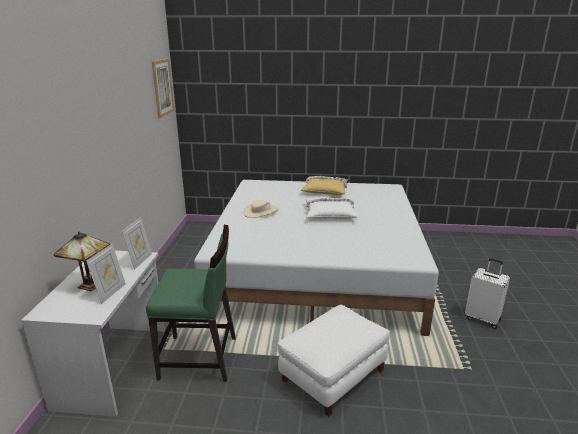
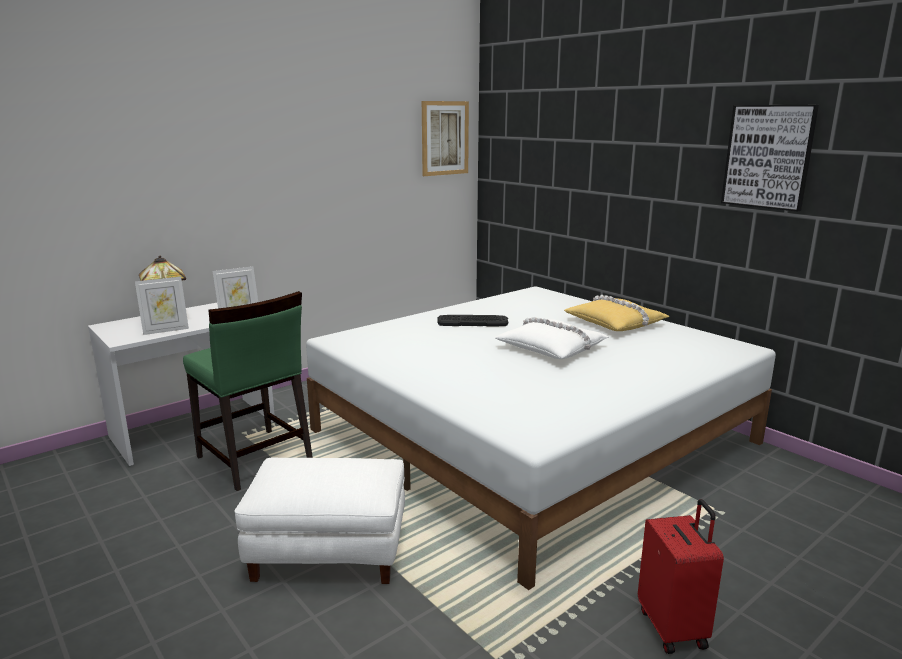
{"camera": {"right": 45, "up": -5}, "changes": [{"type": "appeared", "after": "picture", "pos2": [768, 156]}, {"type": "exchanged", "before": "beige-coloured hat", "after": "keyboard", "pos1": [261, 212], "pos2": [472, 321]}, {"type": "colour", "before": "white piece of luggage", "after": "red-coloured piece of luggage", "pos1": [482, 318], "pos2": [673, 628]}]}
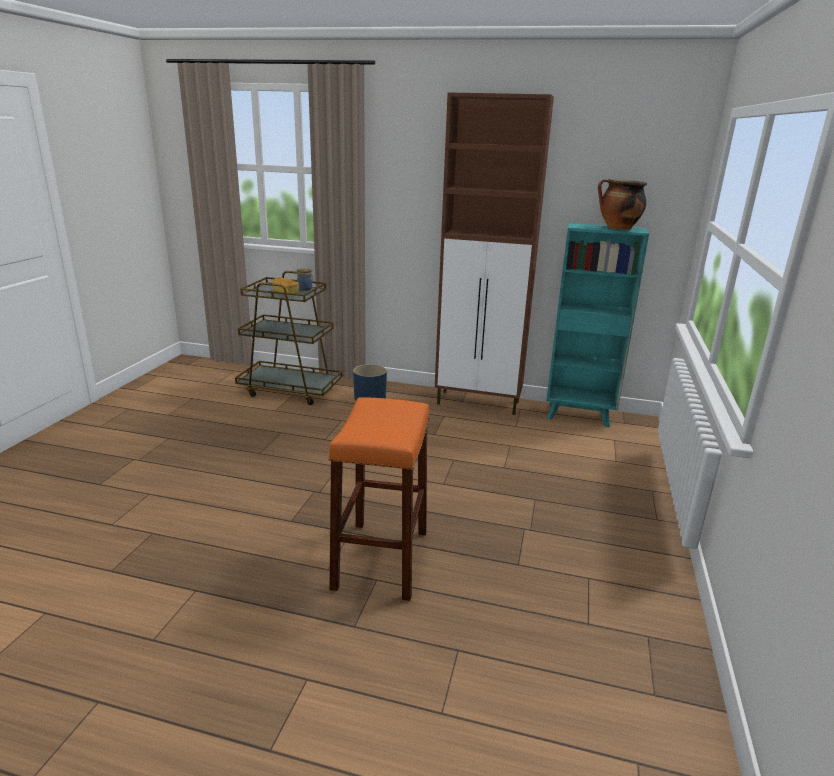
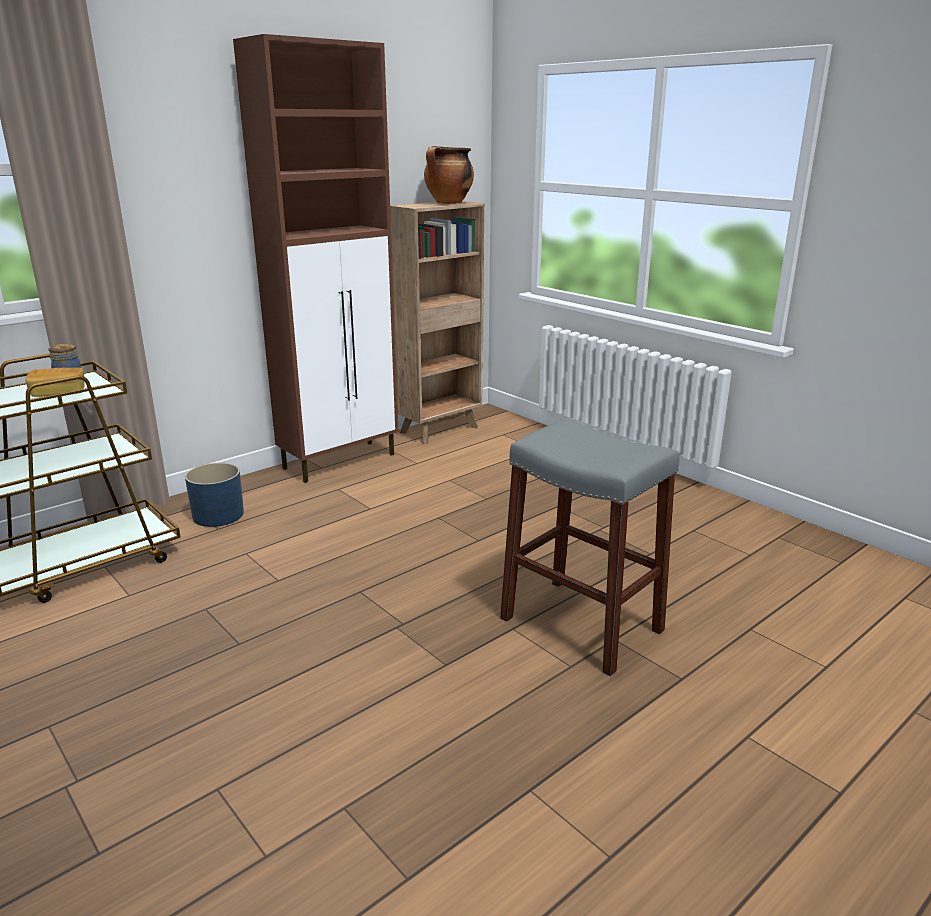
{"camera": {"right": -55, "up": 0}, "changes": [{"type": "colour", "before": "orange sitting stool", "after": "gray sitting stool", "pos1": [381, 559], "pos2": [581, 624]}, {"type": "colour", "before": "turquoise shelving unit", "after": "brownish shelving unit", "pos1": [579, 416], "pos2": [440, 429]}]}
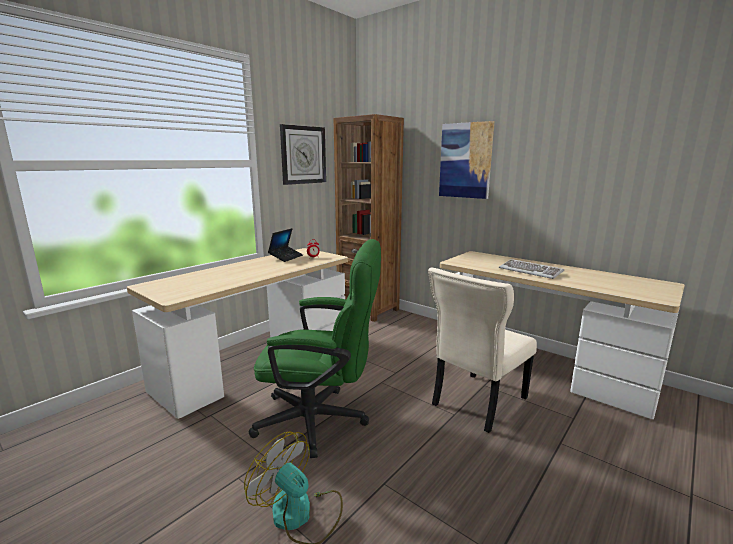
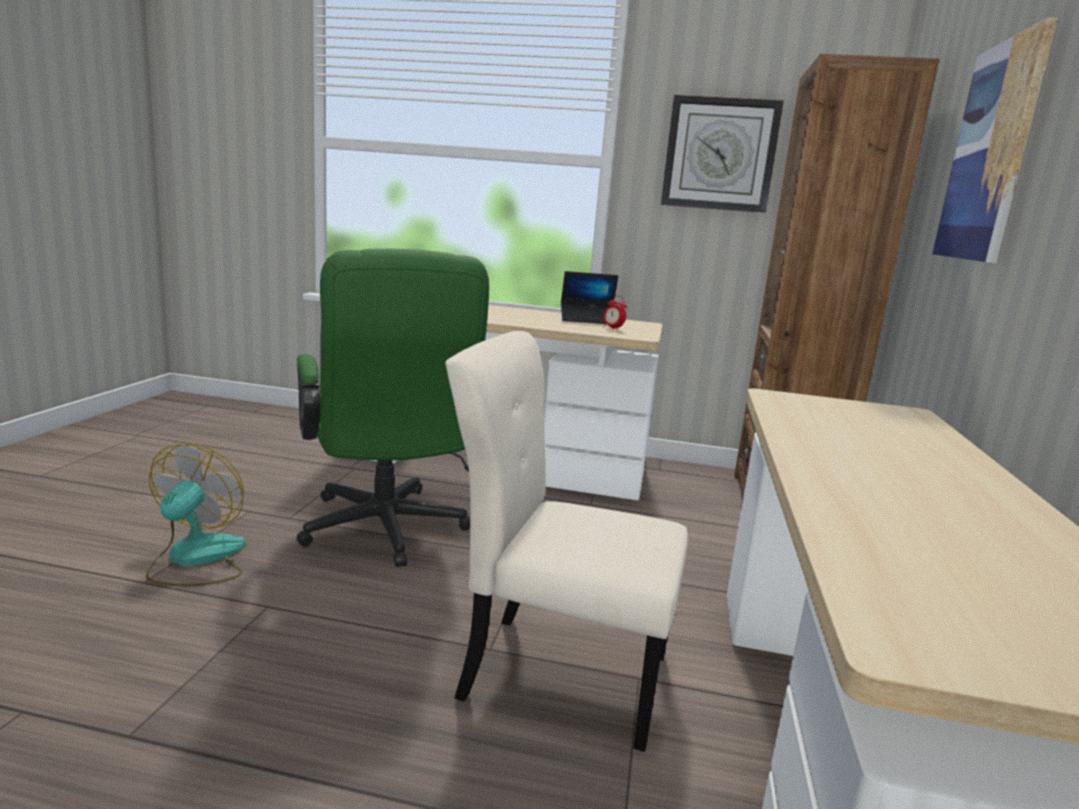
{"camera": {"right": 60, "up": 0}, "changes": [{"type": "missing", "before": "keyboard", "pos1": [530, 271]}]}
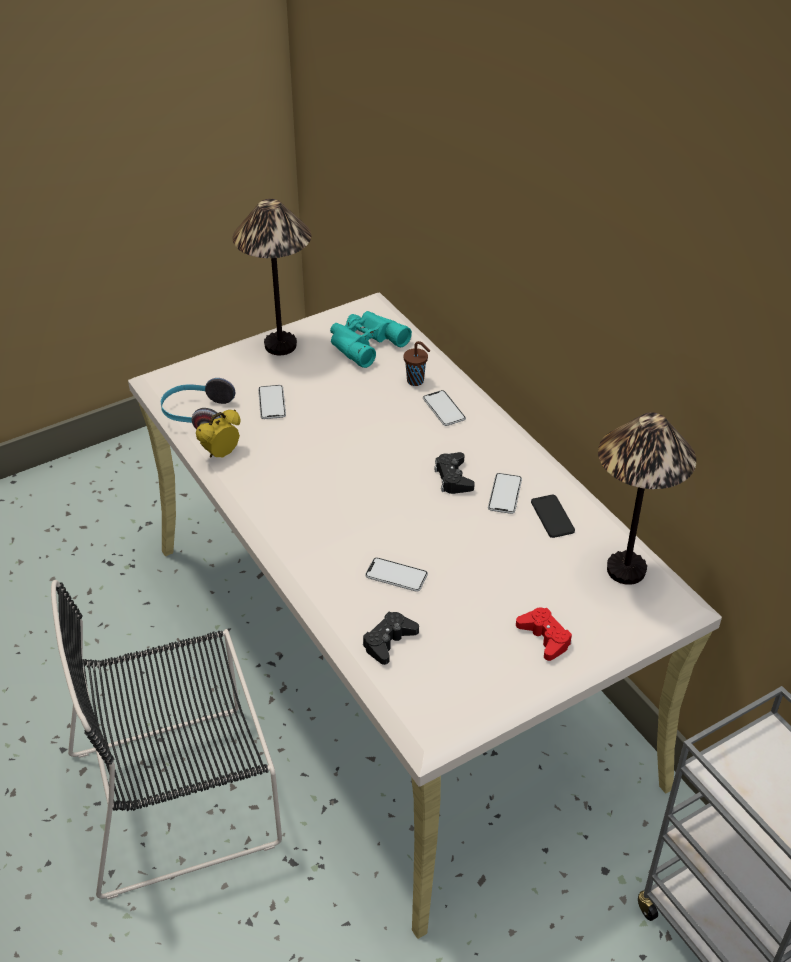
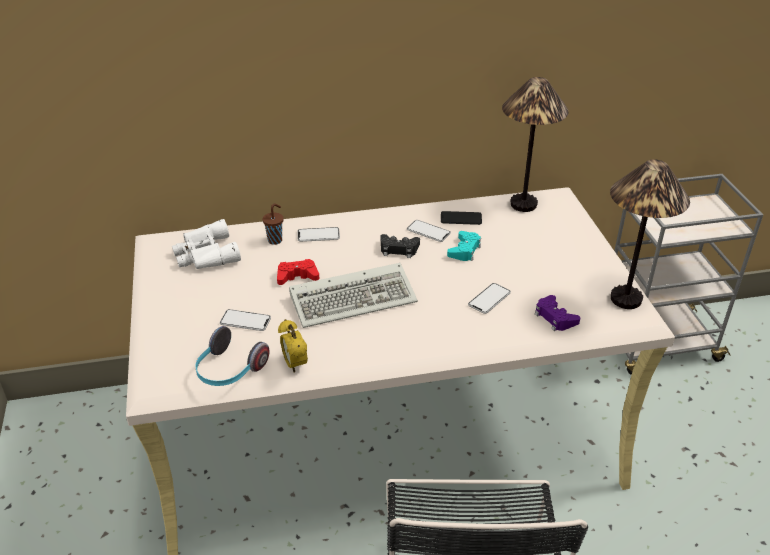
{"camera": {"right": -70, "up": -5}, "changes": [{"type": "appeared", "after": "keyboard", "pos2": [355, 298]}, {"type": "appeared", "after": "turquoise joypad", "pos2": [464, 250]}, {"type": "relocated", "before": "table lamp", "pos1": [280, 345], "pos2": [625, 299]}, {"type": "relocated", "before": "red-coloured joypad", "pos1": [544, 637], "pos2": [297, 276]}, {"type": "colour", "before": "turquoise binoculars", "after": "white binoculars", "pos1": [364, 343], "pos2": [205, 254]}, {"type": "colour", "before": "black-coloured joypad", "after": "purplish joypad", "pos1": [389, 641], "pos2": [555, 317]}]}
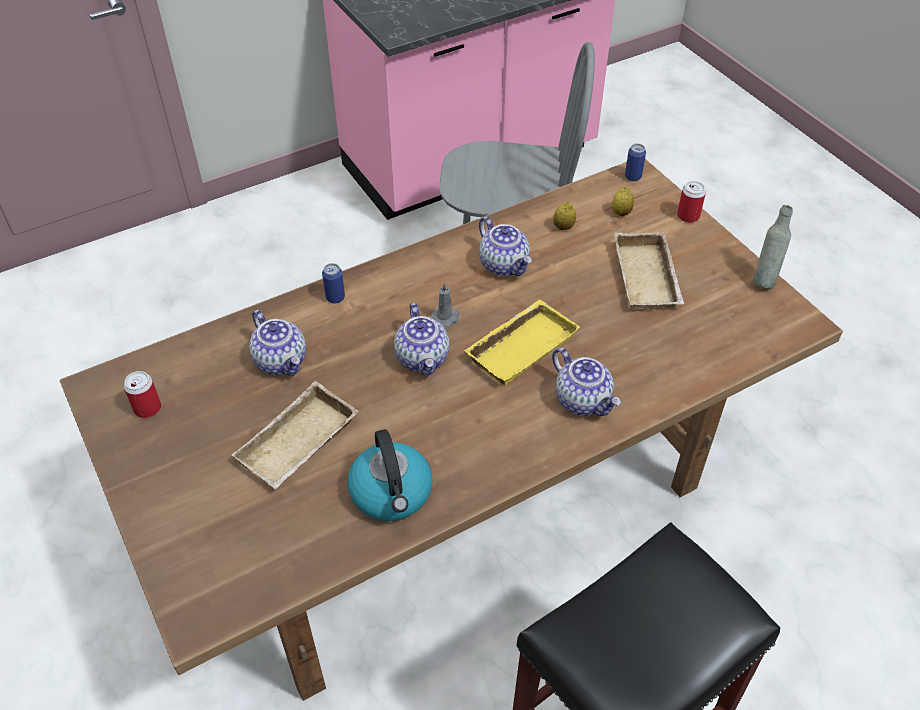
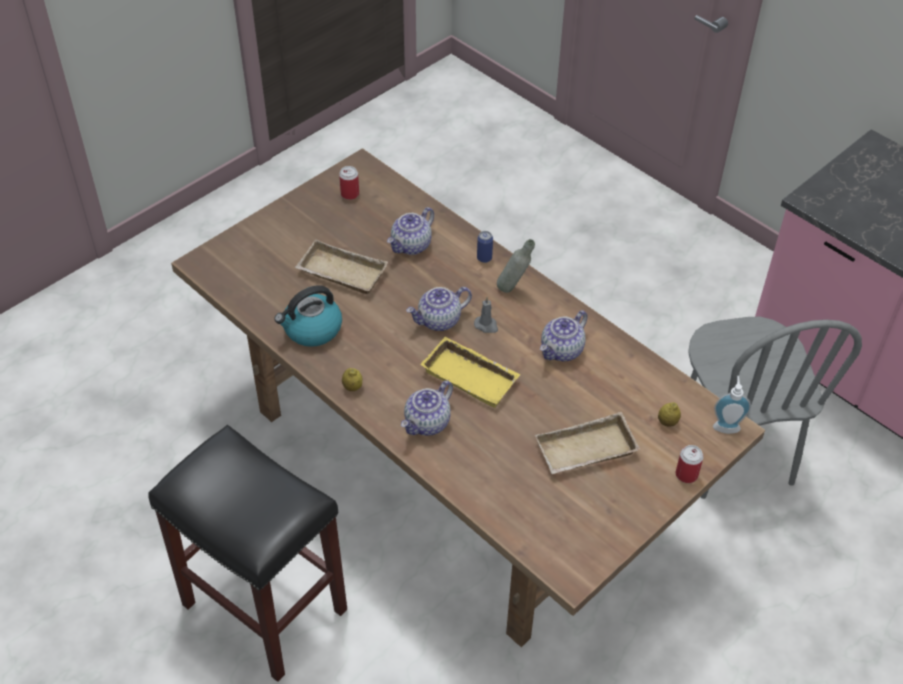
{"camera": {"right": 75, "up": 0}, "changes": [{"type": "relocated", "before": "whole lemon", "pos1": [563, 227], "pos2": [352, 387]}, {"type": "relocated", "before": "gray beverage bottle", "pos1": [764, 279], "pos2": [513, 289]}, {"type": "exchanged", "before": "sealed can", "after": "soap dispenser", "pos1": [633, 177], "pos2": [726, 425]}]}
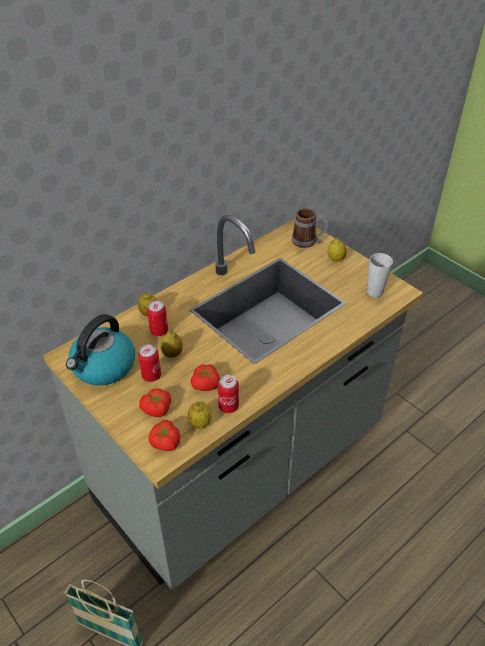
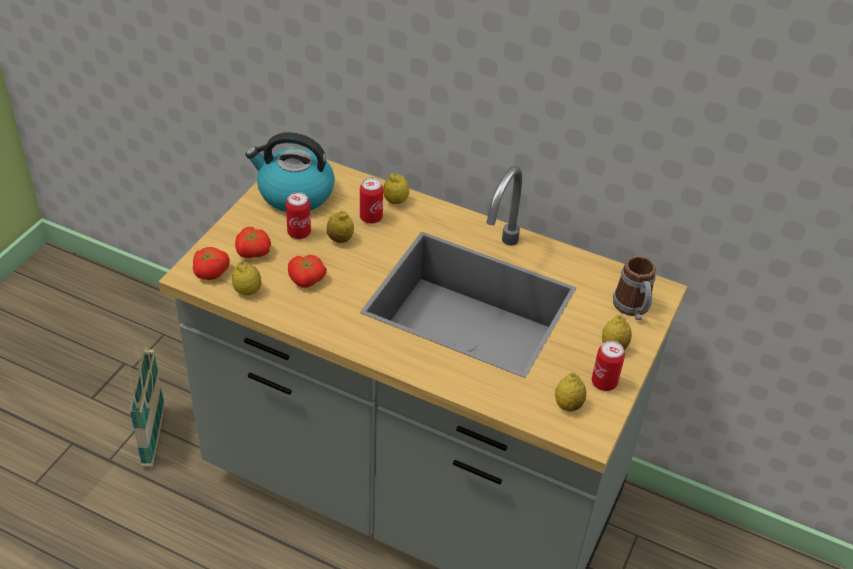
{"camera": {"right": 65, "up": 0}, "changes": [{"type": "relocated", "before": "sealed can", "pos1": [228, 406], "pos2": [604, 382]}, {"type": "exchanged", "before": "small cup", "after": "whole lemon", "pos1": [375, 292], "pos2": [568, 405]}]}
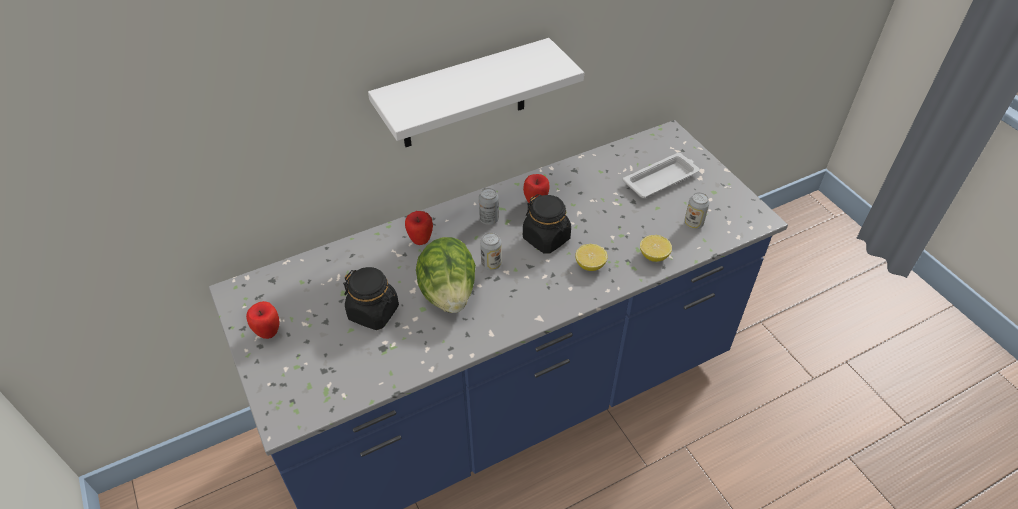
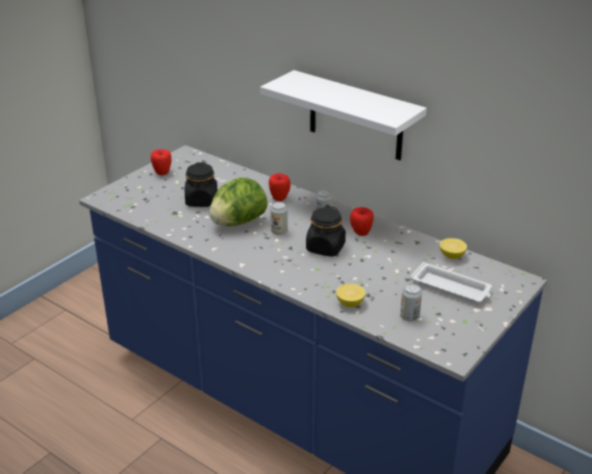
{"camera": {"right": 65, "up": -15}, "changes": [{"type": "relocated", "before": "whole lemon", "pos1": [590, 265], "pos2": [452, 256]}]}
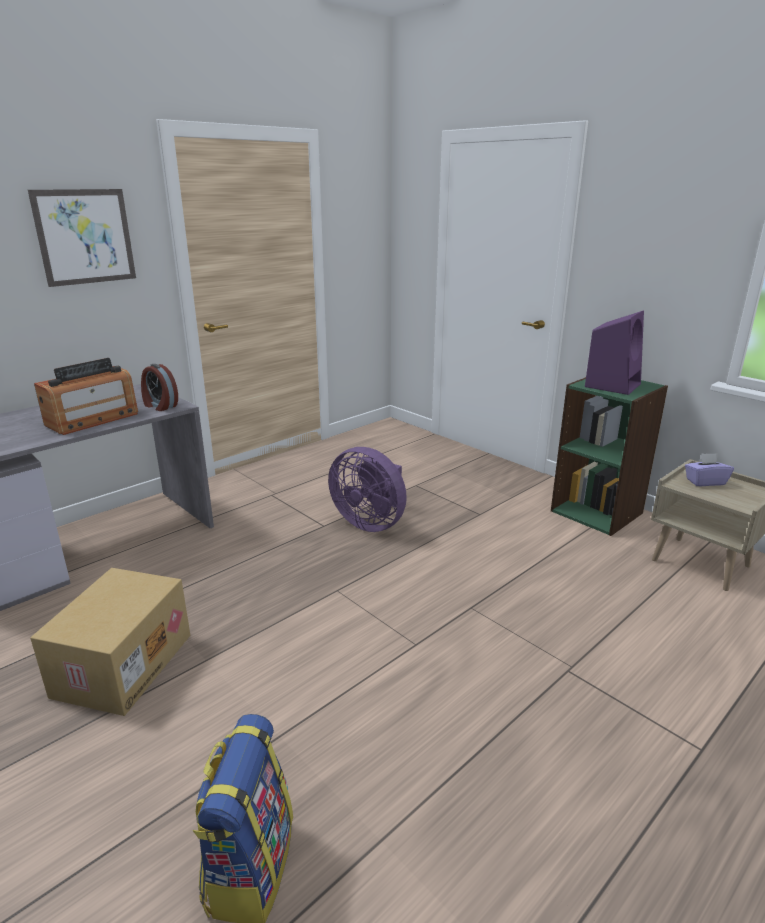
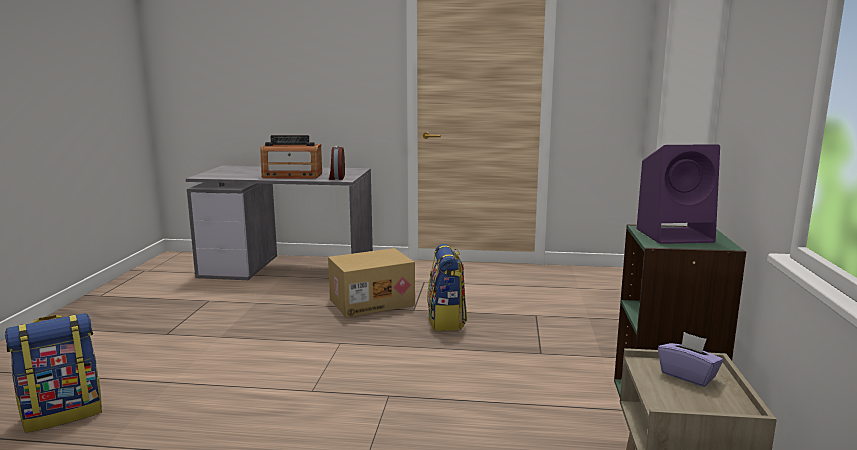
{"camera": {"right": 50, "up": -10}, "changes": [{"type": "missing", "before": "picture", "pos1": [85, 237]}, {"type": "relocated", "before": "carton", "pos1": [122, 664], "pos2": [372, 302]}, {"type": "exchanged", "before": "purplish cooling fan", "after": "rucksack", "pos1": [371, 522], "pos2": [446, 321]}]}
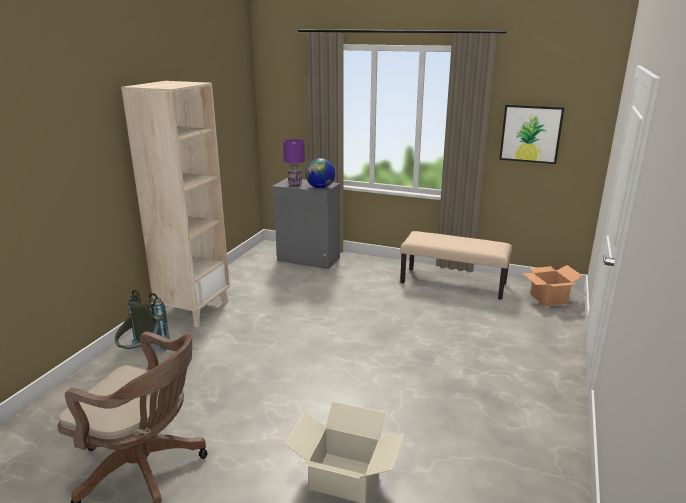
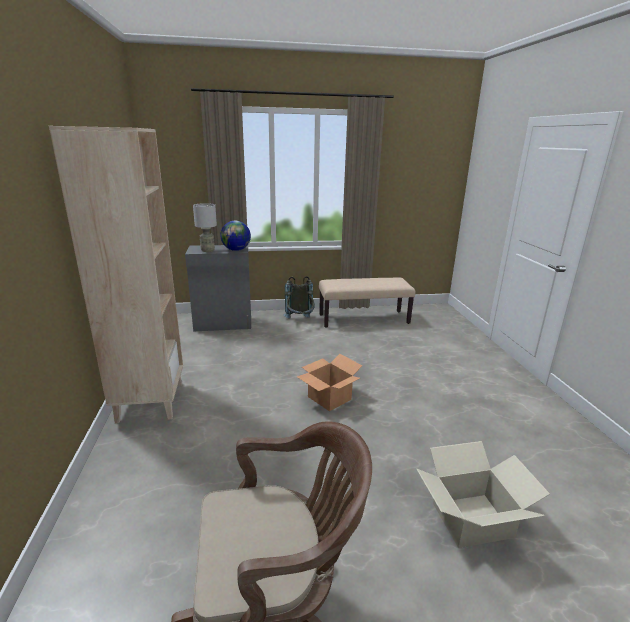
{"camera": {"right": -30, "up": 0}, "changes": [{"type": "missing", "before": "picture", "pos1": [530, 134]}, {"type": "relocated", "before": "gray rucksack", "pos1": [143, 354], "pos2": [300, 321]}, {"type": "relocated", "before": "carton", "pos1": [549, 299], "pos2": [330, 398]}, {"type": "colour", "before": "purplish table lamp", "after": "gray table lamp", "pos1": [294, 185], "pos2": [207, 250]}]}
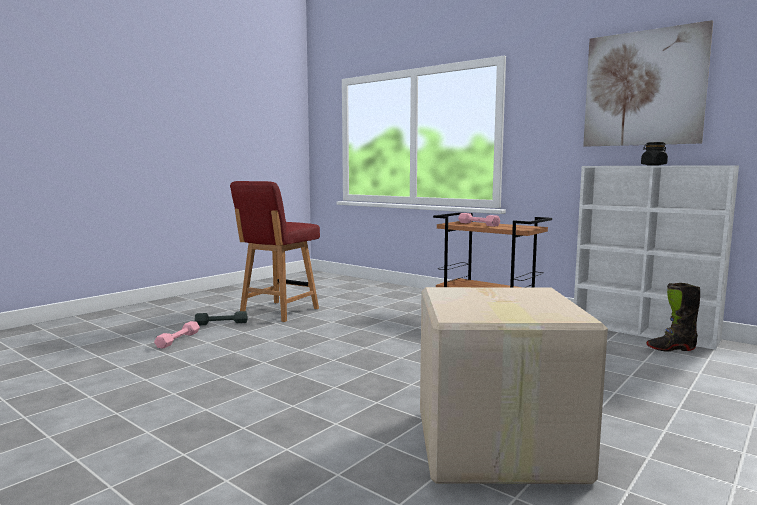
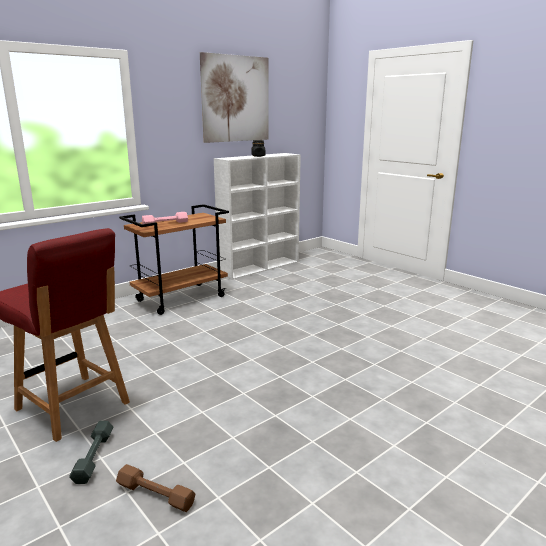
{"camera": {"right": -80, "up": 10}, "changes": [{"type": "missing", "before": "carton", "pos1": [495, 445]}, {"type": "missing", "before": "black-coloured tall boot", "pos1": [670, 349]}, {"type": "colour", "before": "pink-coloured free weight", "after": "brownish free weight", "pos1": [178, 340], "pos2": [156, 494]}]}
